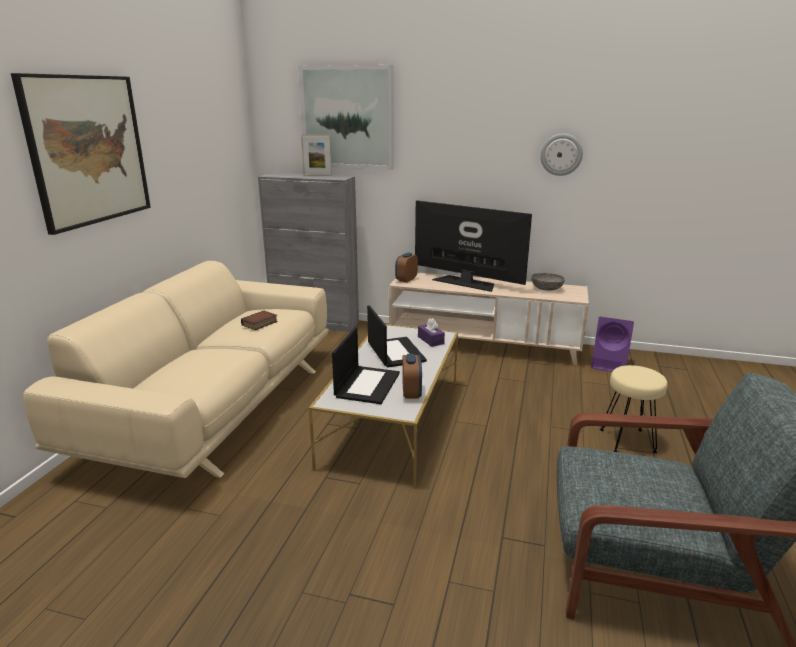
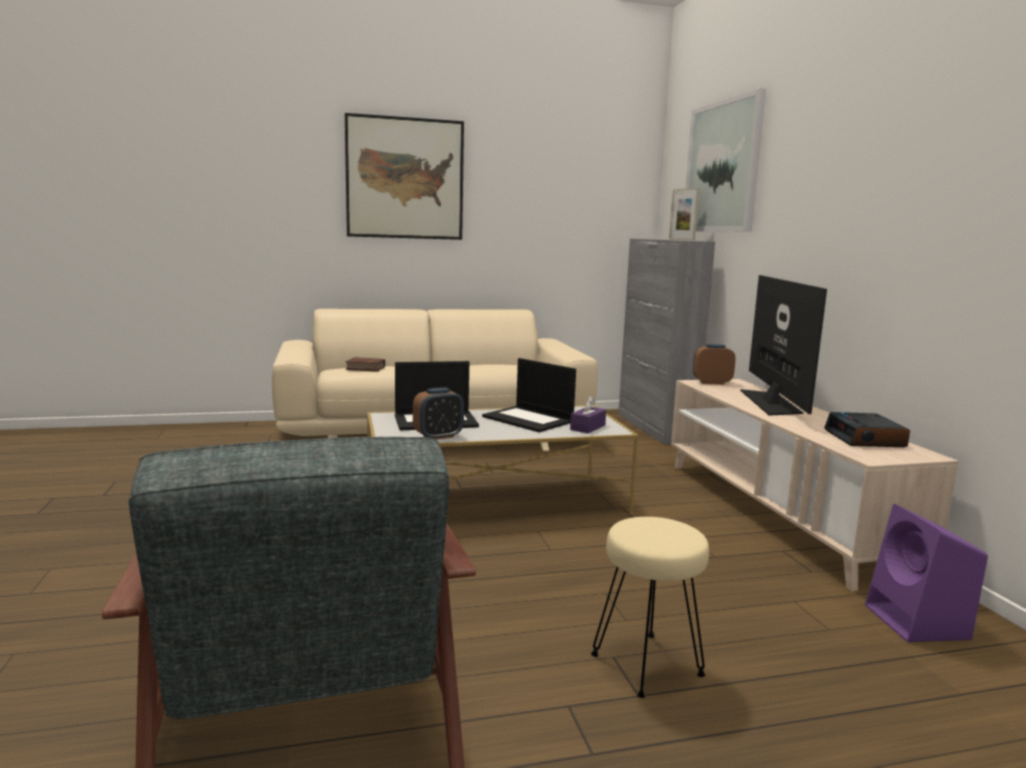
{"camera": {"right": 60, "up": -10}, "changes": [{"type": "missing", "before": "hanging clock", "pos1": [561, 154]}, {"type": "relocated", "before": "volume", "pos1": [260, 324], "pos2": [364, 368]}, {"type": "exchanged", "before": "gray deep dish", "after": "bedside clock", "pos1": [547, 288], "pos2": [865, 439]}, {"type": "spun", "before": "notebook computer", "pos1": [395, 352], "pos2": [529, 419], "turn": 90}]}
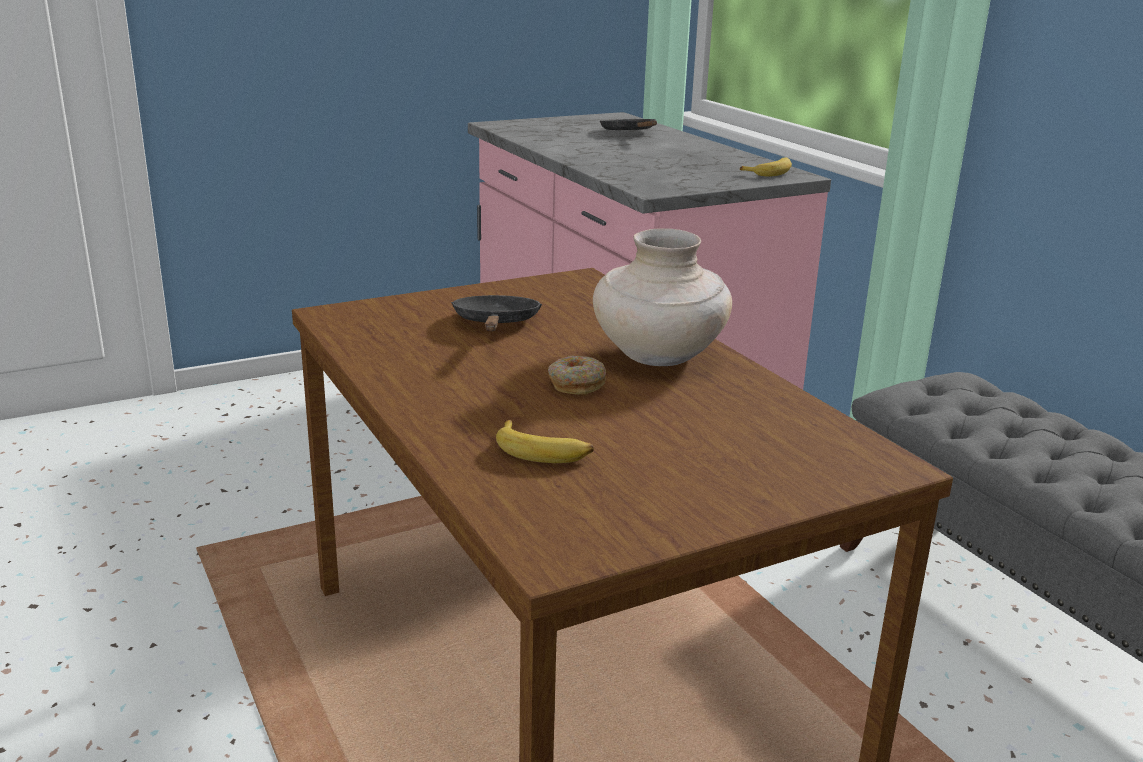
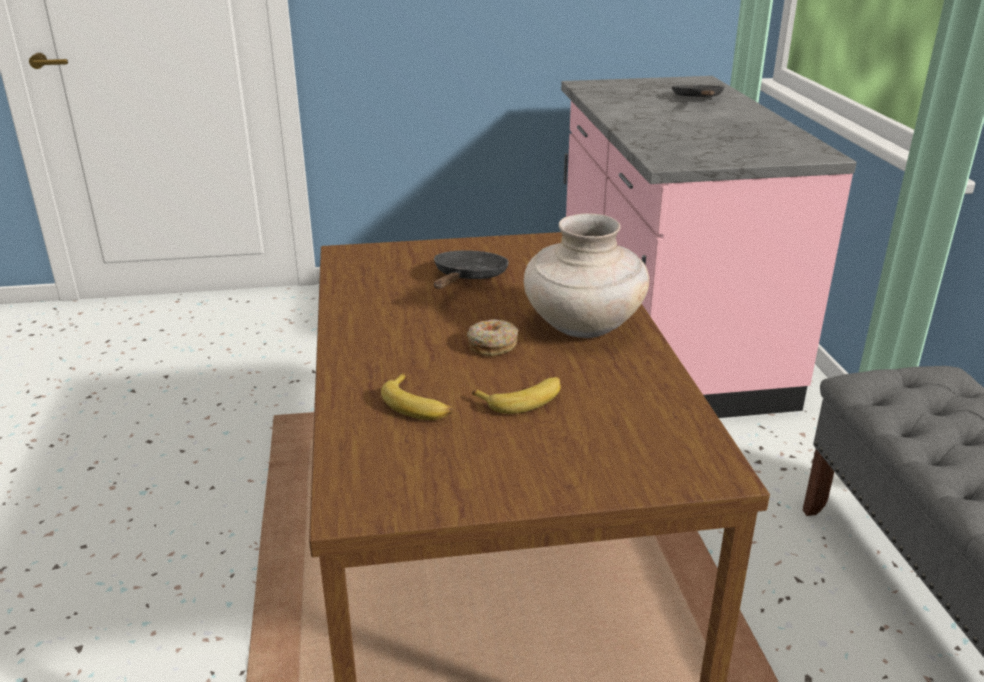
{"camera": {"right": 20, "up": 5}, "changes": [{"type": "relocated", "before": "banana", "pos1": [769, 172], "pos2": [522, 400]}]}
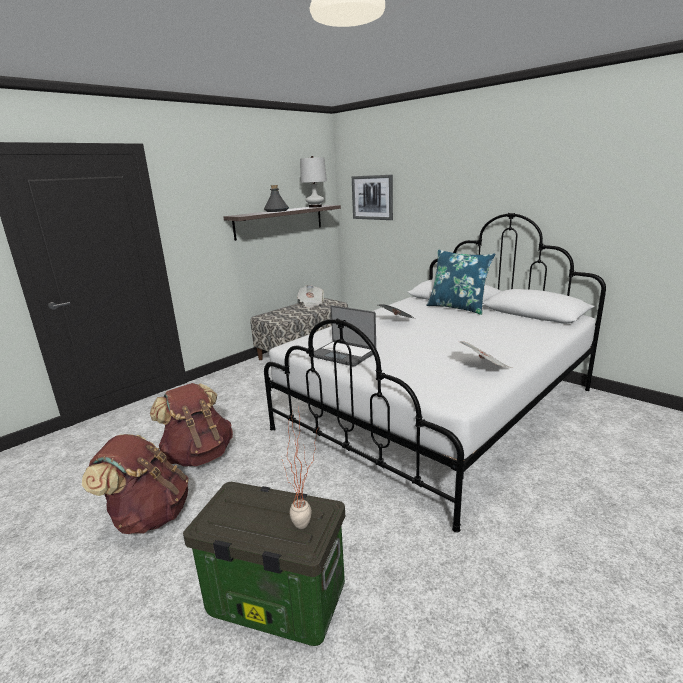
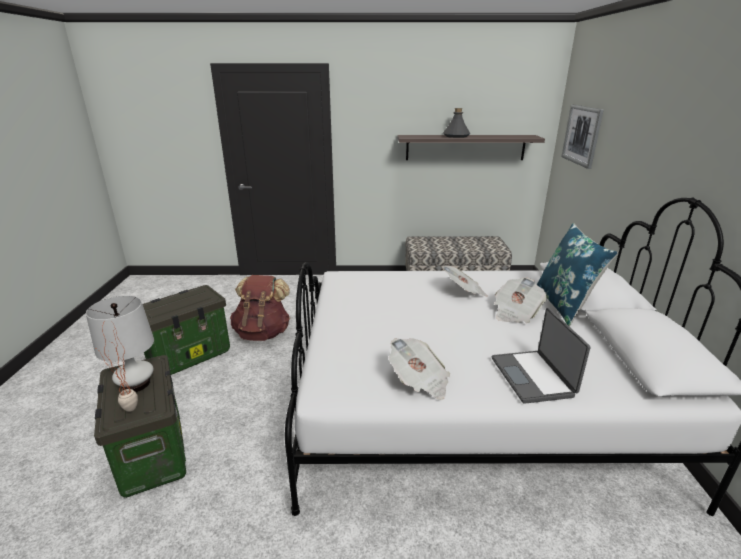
{"camera": {"right": 45, "up": 5}, "changes": [{"type": "relocated", "before": "printed paper", "pos1": [311, 304], "pos2": [515, 312]}, {"type": "relocated", "before": "white table lamp", "pos1": [315, 207], "pos2": [136, 384]}, {"type": "relocated", "before": "notebook computer", "pos1": [344, 354], "pos2": [533, 377]}, {"type": "exchanged", "before": "brownish rucksack", "after": "storage box", "pos1": [149, 516], "pos2": [190, 355]}]}
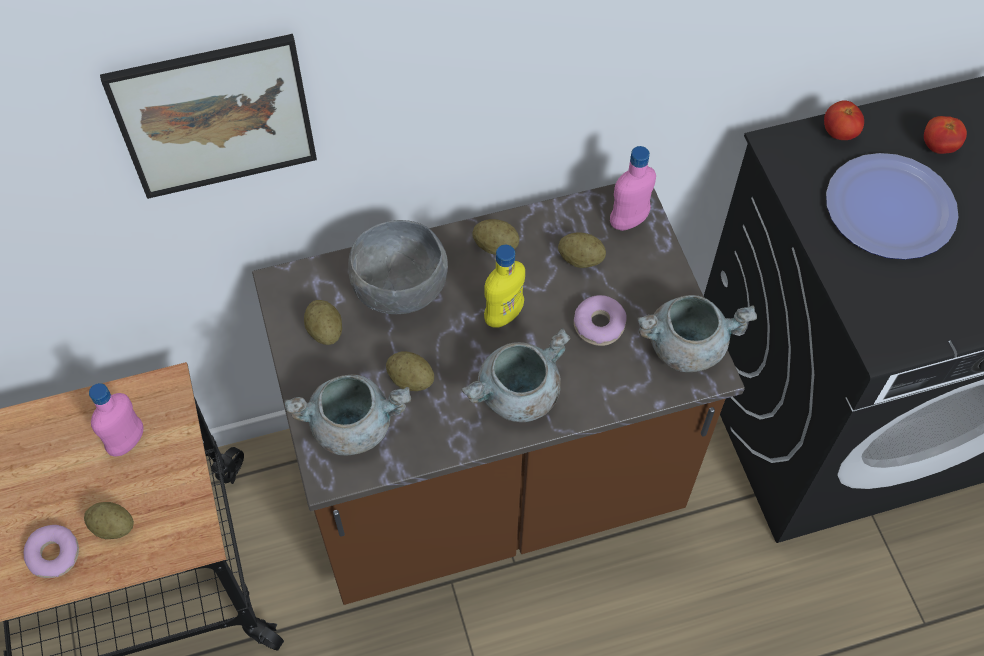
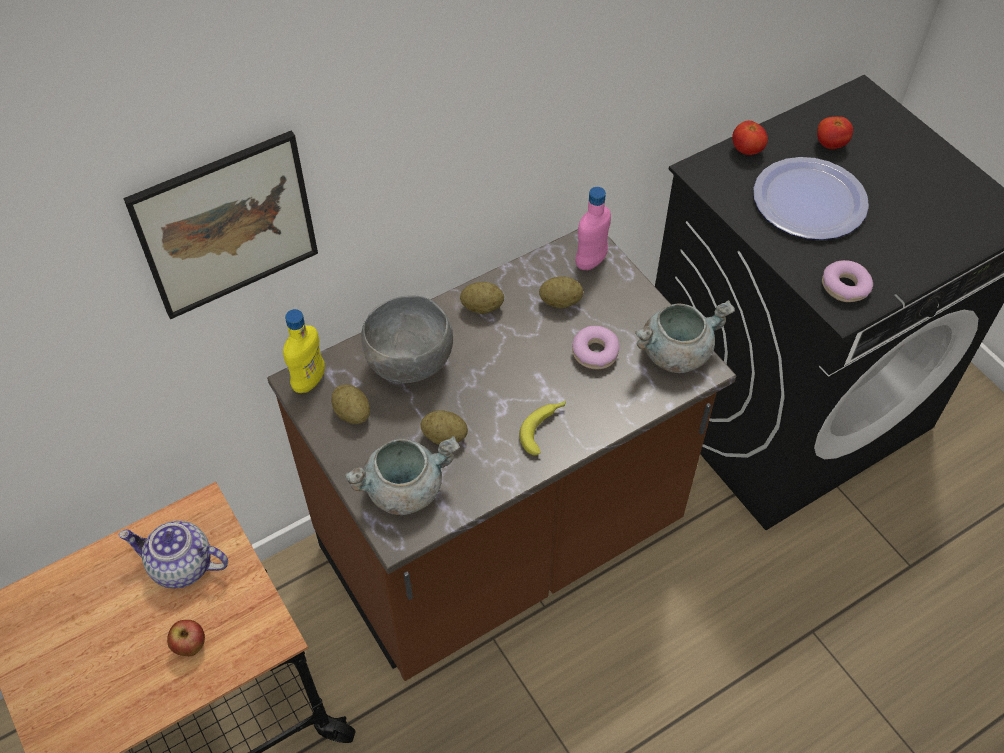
{"camera": {"right": -15, "up": -5}, "changes": [{"type": "relocated", "before": "ring doughnut", "pos1": [54, 555], "pos2": [845, 287]}, {"type": "relocated", "before": "yellow-coloured beverage bottle", "pos1": [503, 315], "pos2": [309, 381]}, {"type": "exchanged", "before": "spud", "after": "apple fruit", "pos1": [113, 527], "pos2": [191, 646]}, {"type": "exchanged", "before": "pink-coloured beverage bottle", "after": "pot for tea", "pos1": [127, 442], "pos2": [181, 566]}, {"type": "exchanged", "before": "gray stockpot", "after": "banana", "pos1": [517, 396], "pos2": [544, 428]}]}
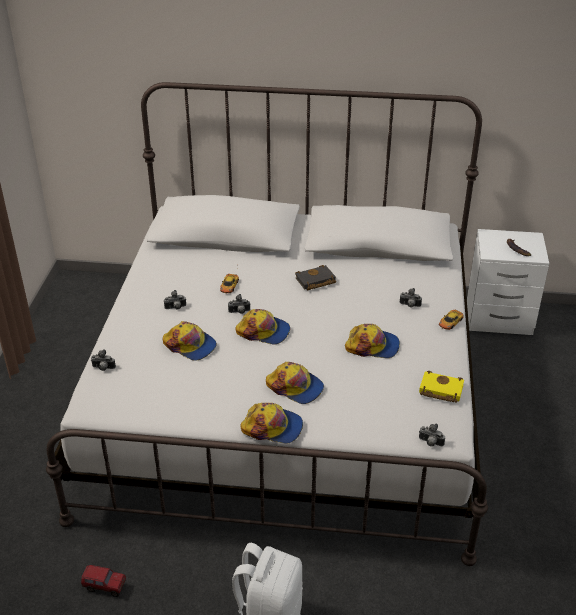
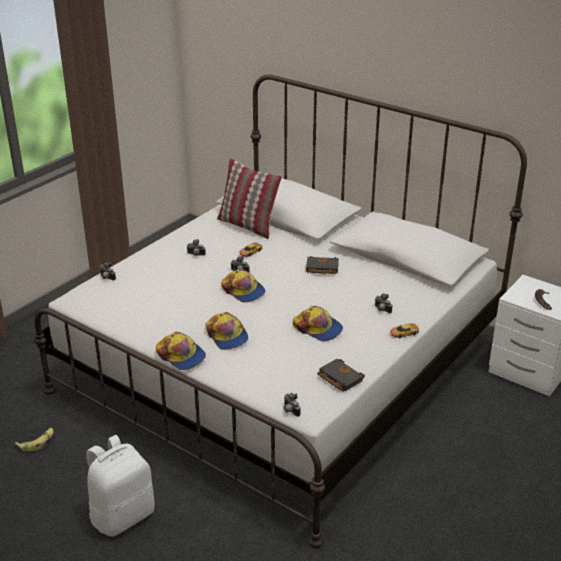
{"camera": {"right": 30, "up": -5}, "changes": [{"type": "missing", "before": "peaked cap", "pos1": [190, 345]}, {"type": "appeared", "after": "throw pillow", "pos2": [247, 225]}, {"type": "exchanged", "before": "toy truck", "after": "banana", "pos1": [105, 587], "pos2": [37, 442]}, {"type": "colour", "before": "yellow-coloured volume", "after": "black-coloured volume", "pos1": [439, 390], "pos2": [338, 378]}]}
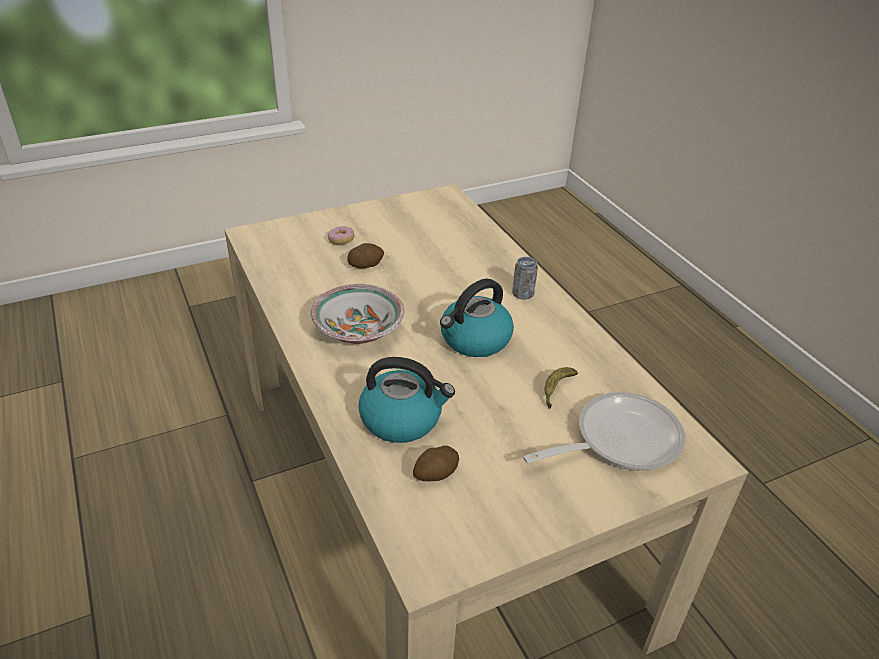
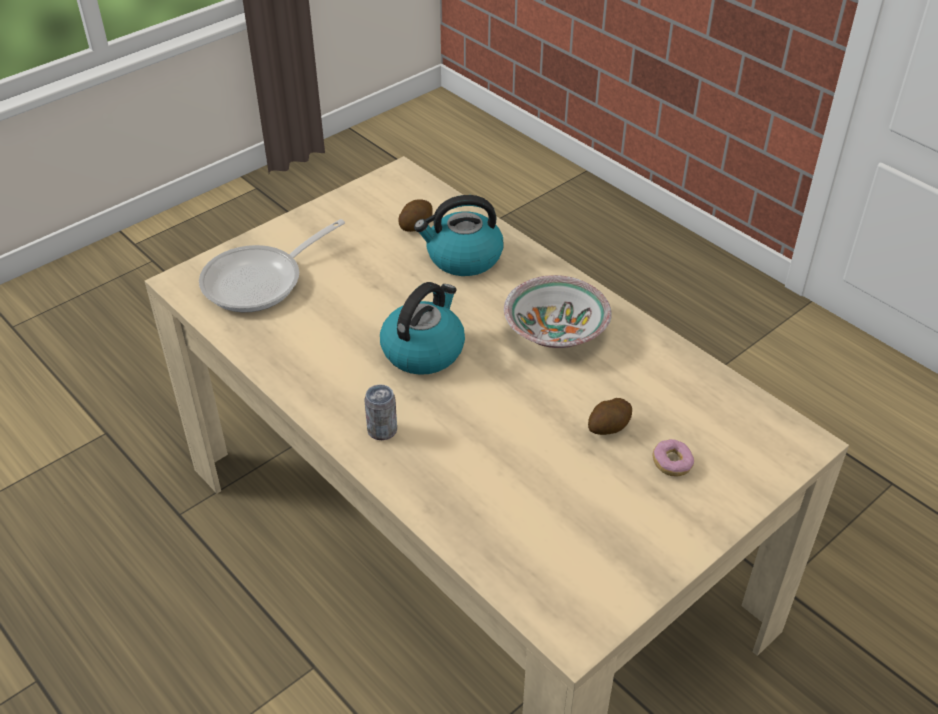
{"camera": {"right": 165, "up": 5}, "changes": [{"type": "missing", "before": "banana", "pos1": [556, 390]}]}
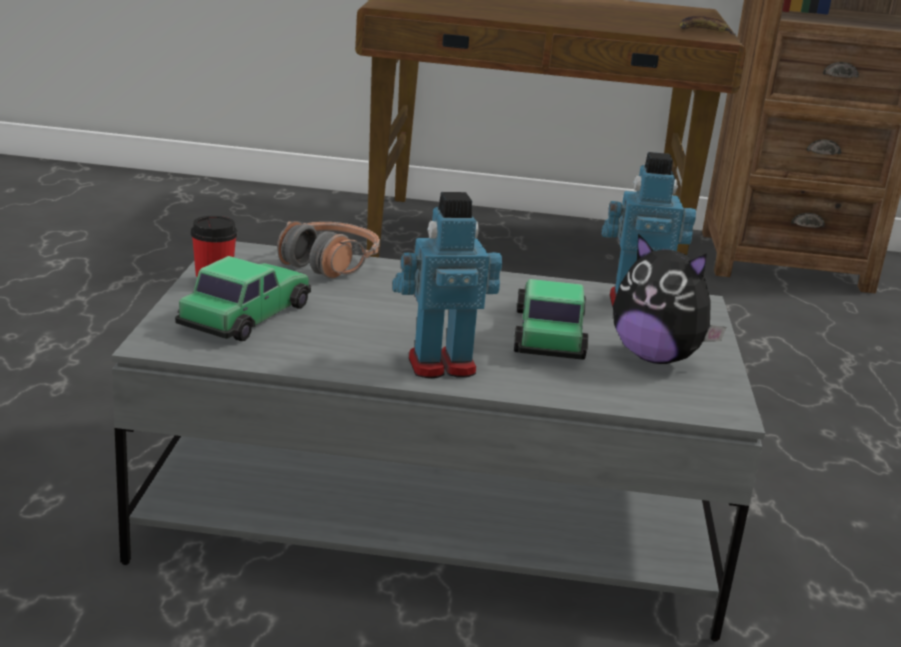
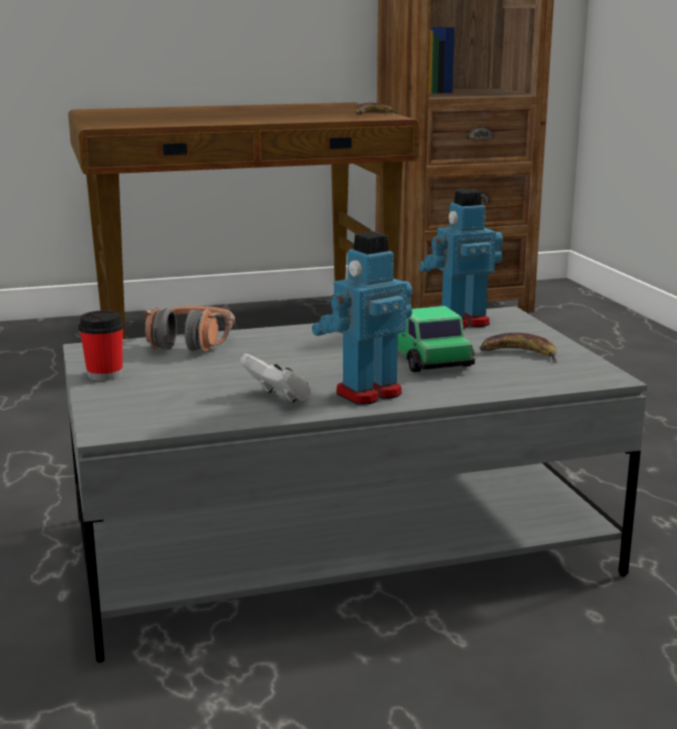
{"camera": {"right": -20, "up": -5}, "changes": [{"type": "missing", "before": "model car", "pos1": [246, 315]}, {"type": "appeared", "after": "white joypad", "pos2": [278, 398]}, {"type": "exchanged", "before": "plush toy", "after": "banana", "pos1": [656, 357], "pos2": [519, 354]}]}
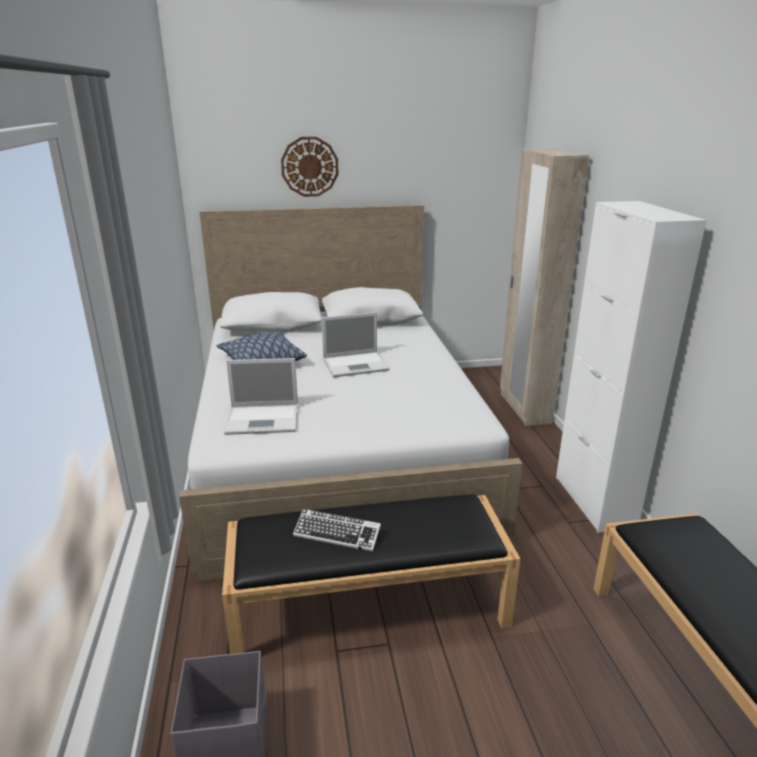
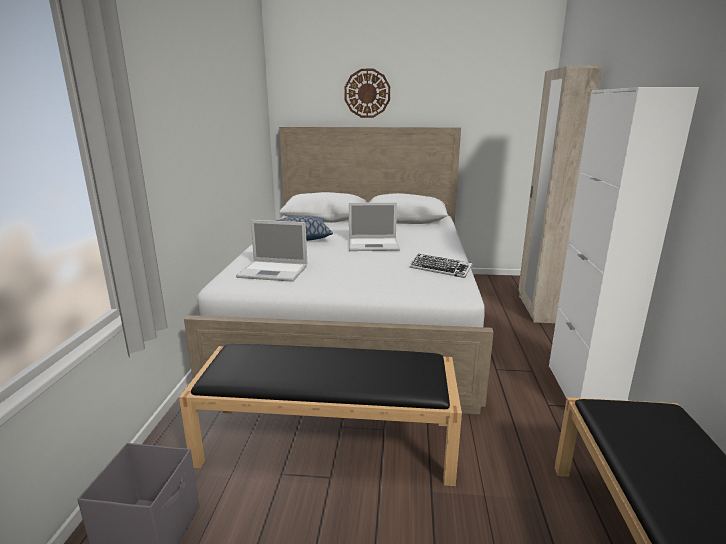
{"camera": {"right": 15, "up": -5}, "changes": [{"type": "relocated", "before": "keyboard", "pos1": [337, 534], "pos2": [440, 269]}]}
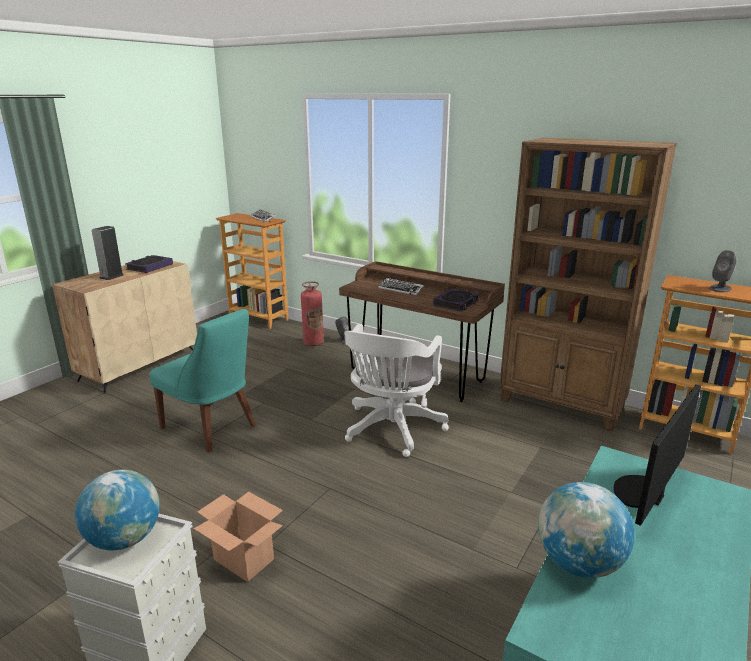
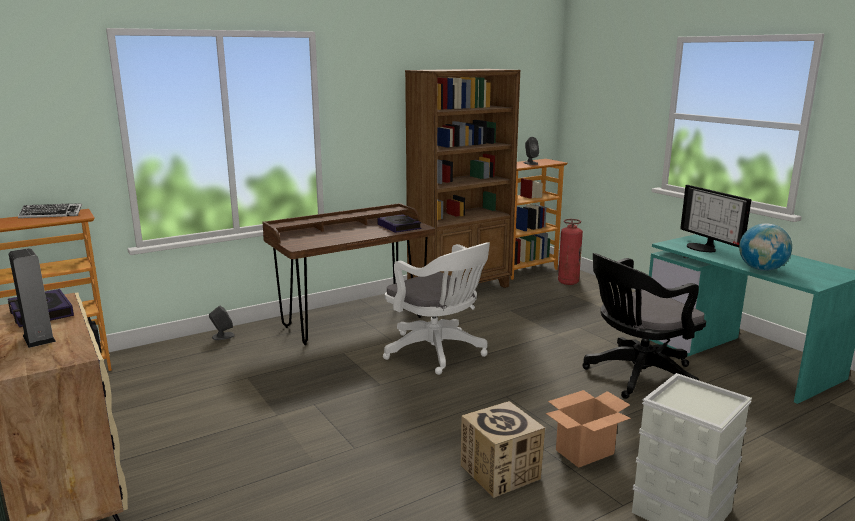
{"camera": {"right": -65, "up": -5}, "changes": [{"type": "missing", "before": "globe", "pos1": [125, 539]}, {"type": "missing", "before": "turquoise upright chair", "pos1": [212, 428]}, {"type": "missing", "before": "keyboard", "pos1": [400, 289]}, {"type": "appeared", "after": "carton", "pos2": [500, 472]}, {"type": "appeared", "after": "black-coloured office chair", "pos2": [636, 376]}, {"type": "relocated", "before": "fire-fighting cylinder", "pos1": [313, 343], "pos2": [568, 282]}]}
